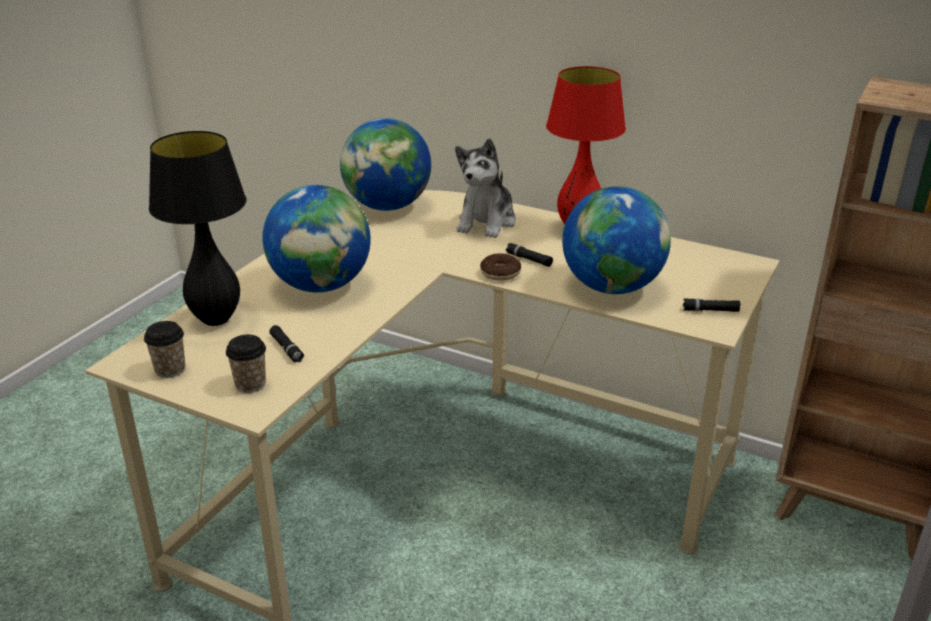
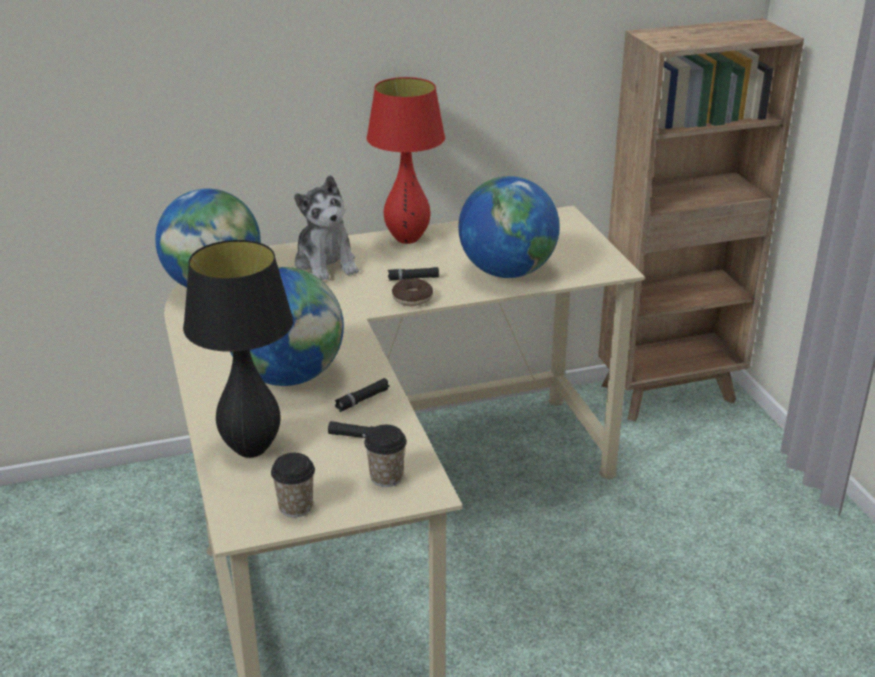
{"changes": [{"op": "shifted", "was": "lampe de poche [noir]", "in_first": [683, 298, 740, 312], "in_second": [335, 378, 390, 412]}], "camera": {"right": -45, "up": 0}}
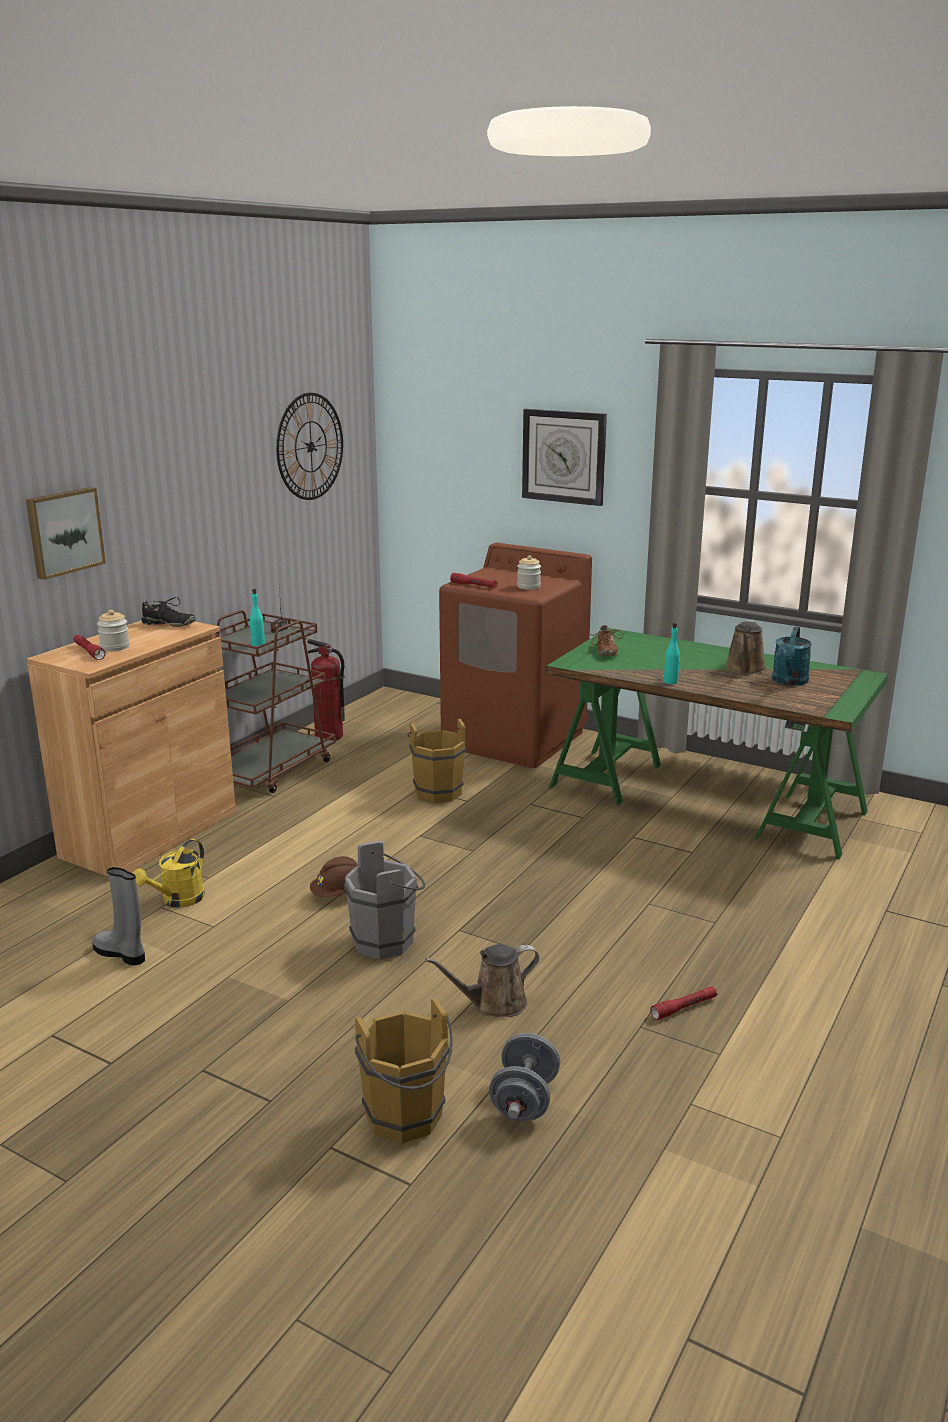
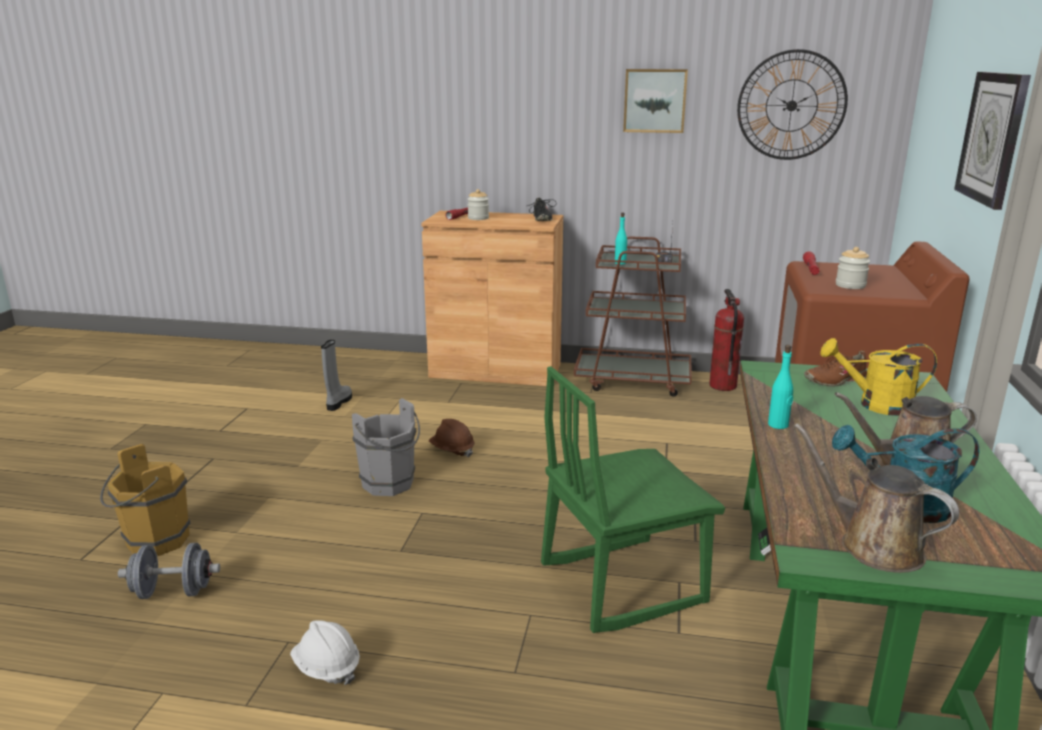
{"changes": [{"op": "shifted", "was": "tableau", "in_first": [26, 487, 106, 580], "in_second": [623, 69, 688, 133]}, {"op": "shifted", "was": "arrosoir [jaune]", "in_first": [133, 839, 205, 908], "in_second": [820, 338, 937, 416]}, {"op": "gone", "was": "seau [marron]", "in_first": [407, 719, 466, 803]}, {"op": "shifted", "was": "arrosoir [marron]", "in_first": [425, 944, 539, 1017], "in_second": [794, 423, 959, 573]}, {"op": "swapped", "was": "lampe de poche [rouge]", "now": "casque de chantier [blanc]", "in_first": [651, 986, 717, 1020], "in_second": [290, 620, 360, 685]}, {"op": "new", "now": "chaise [vert]", "in_second": [541, 366, 725, 633]}], "camera": {"right": 70, "up": 0}}
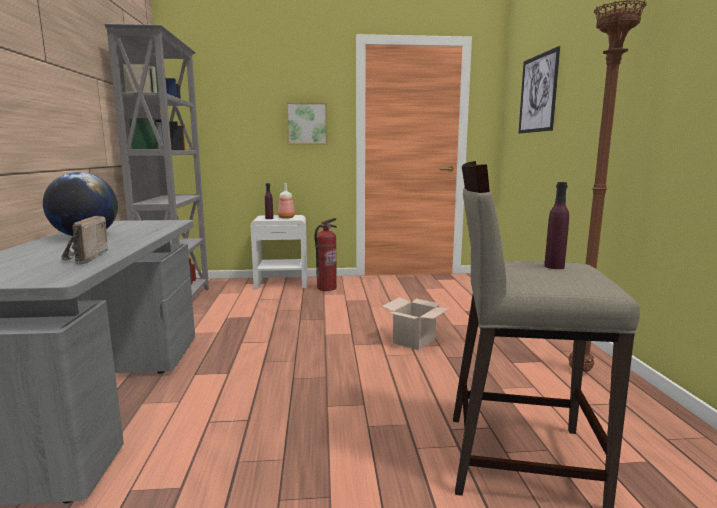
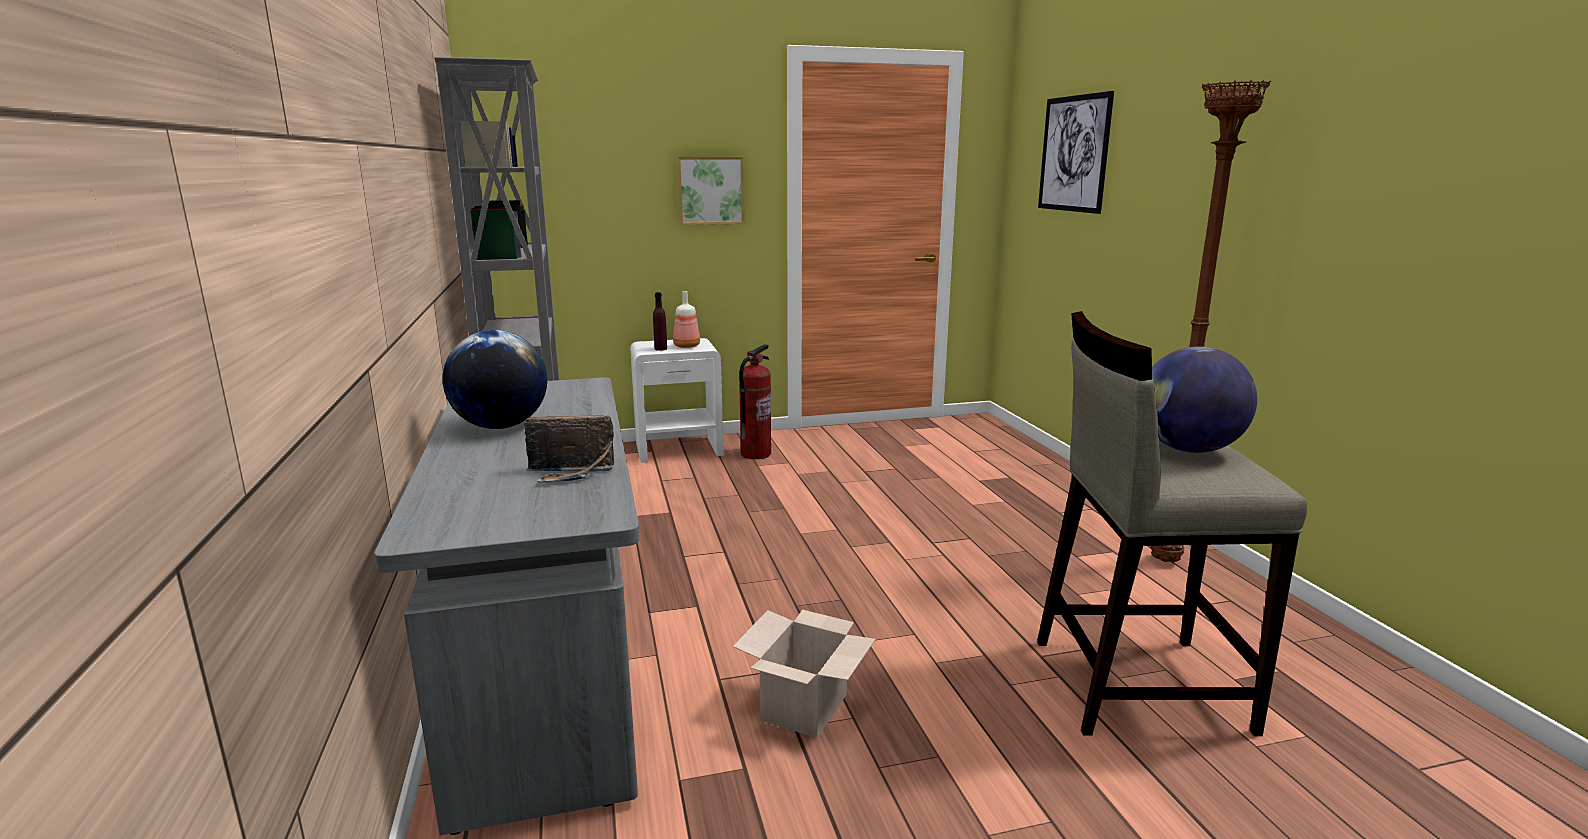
{"changes": [{"op": "rotated", "was": "radio", "in_first": [61, 216, 108, 264], "in_second": [524, 415, 614, 483], "clockwise": -75}, {"op": "shifted", "was": "carton", "in_first": [382, 297, 450, 350], "in_second": [733, 610, 876, 738]}, {"op": "swapped", "was": "bouteille [violet]", "now": "globe", "in_first": [544, 182, 569, 269], "in_second": [1152, 346, 1257, 453]}], "camera": {"right": -10, "up": 5}}
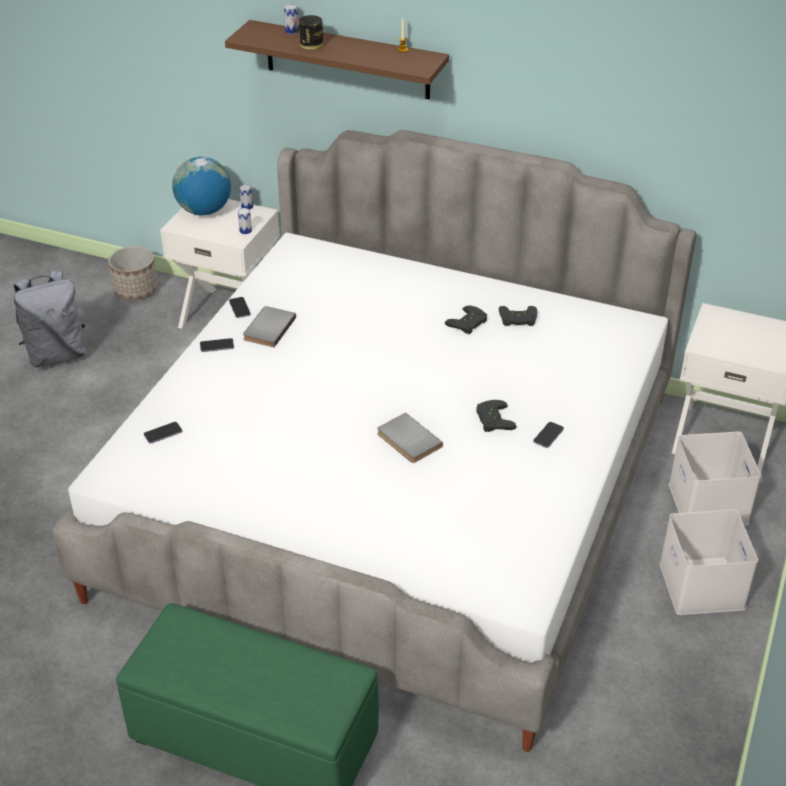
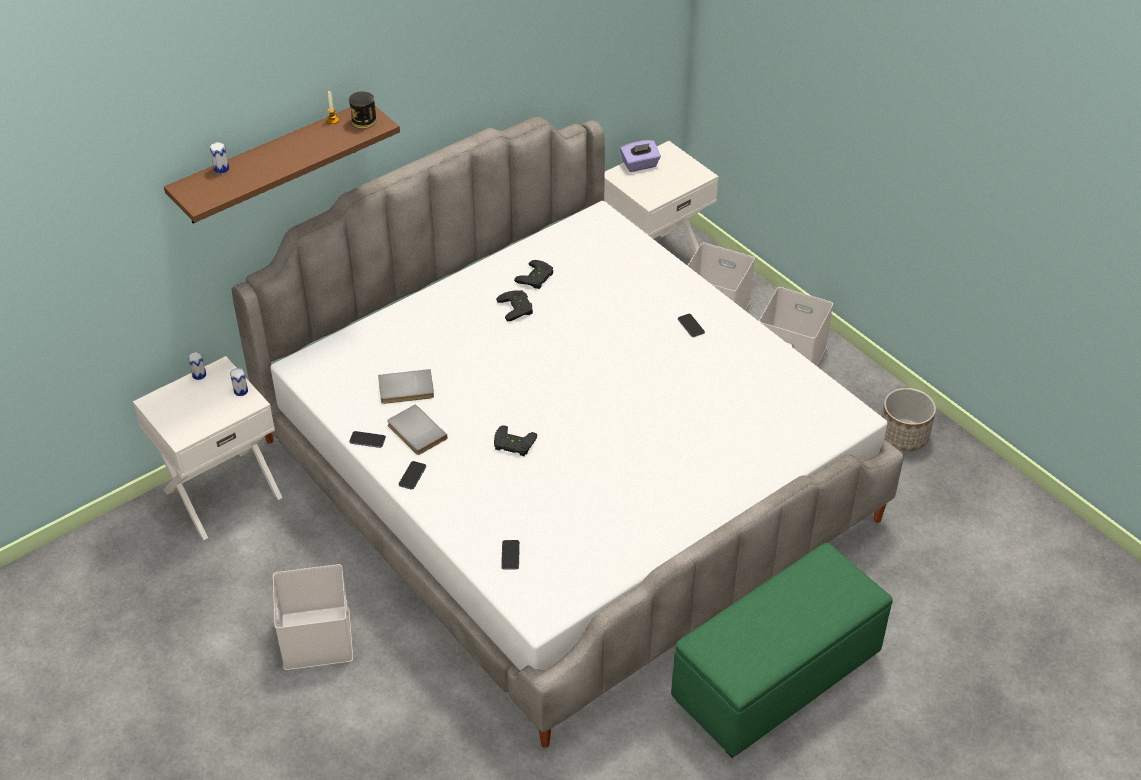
{"changes": [{"op": "gone", "was": "sac à dos [gris]", "in_first": [14, 271, 86, 368]}, {"op": "shifted", "was": "cache-pot", "in_first": [108, 246, 158, 300], "in_second": [881, 388, 936, 451]}, {"op": "gone", "was": "globe", "in_first": [172, 157, 231, 216]}, {"op": "shifted", "was": "boîte métallique", "in_first": [298, 15, 323, 50], "in_second": [349, 91, 376, 129]}, {"op": "shifted", "was": "livre [gris]", "in_first": [377, 413, 443, 463], "in_second": [378, 369, 434, 404]}, {"op": "shifted", "was": "manette [noir]", "in_first": [476, 400, 517, 432], "in_second": [494, 425, 537, 456]}, {"op": "new", "now": "boîte de rangement [blanc]", "in_second": [273, 564, 353, 670]}, {"op": "new", "now": "boîte à mouchoirs [violet]", "in_second": [620, 140, 661, 172]}], "camera": {"right": -60, "up": 5}}
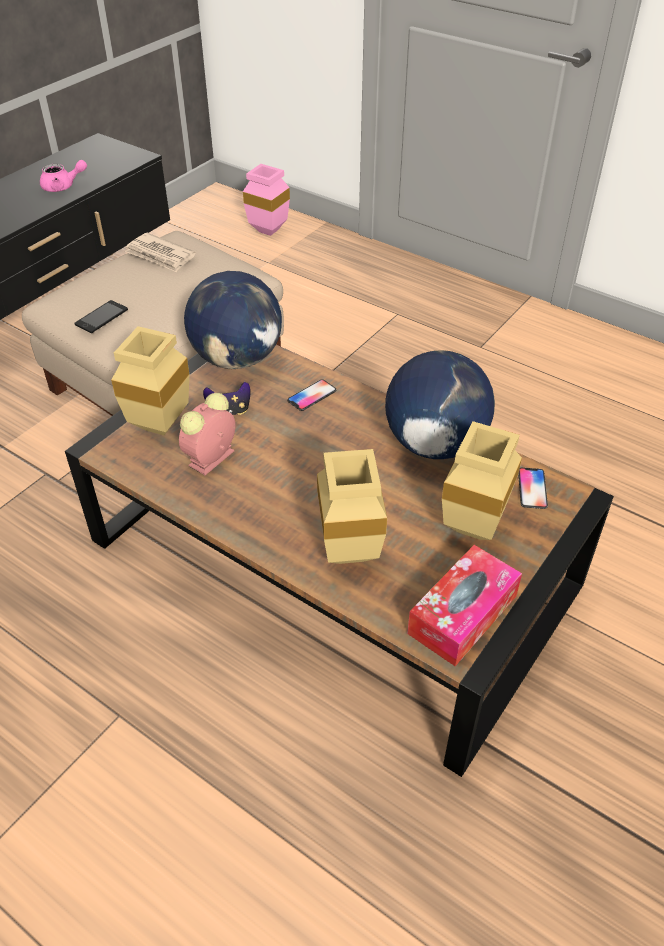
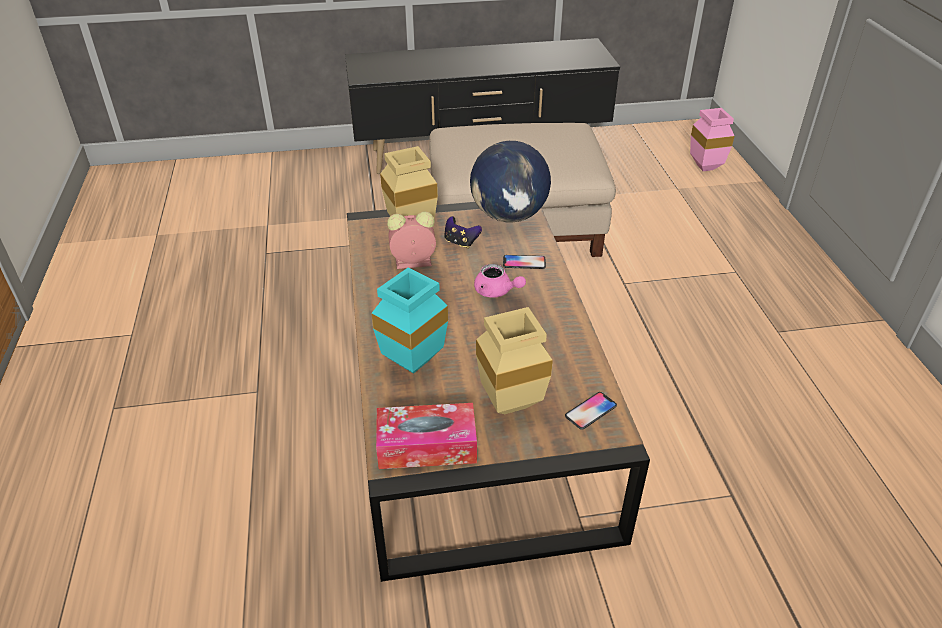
{"changes": [{"op": "shifted", "was": "théière [rose]", "in_first": [40, 160, 87, 192], "in_second": [474, 264, 526, 298]}, {"op": "gone", "was": "téléphone", "in_first": [74, 300, 128, 333]}, {"op": "gone", "was": "journal", "in_first": [125, 233, 196, 272]}, {"op": "repainted", "was": "vase [beige]", "now": "vase [turquoise]", "in_first": [317, 449, 387, 564], "in_second": [372, 267, 448, 374]}, {"op": "gone", "was": "globe", "in_first": [385, 350, 495, 459]}], "camera": {"right": 45, "up": -5}}
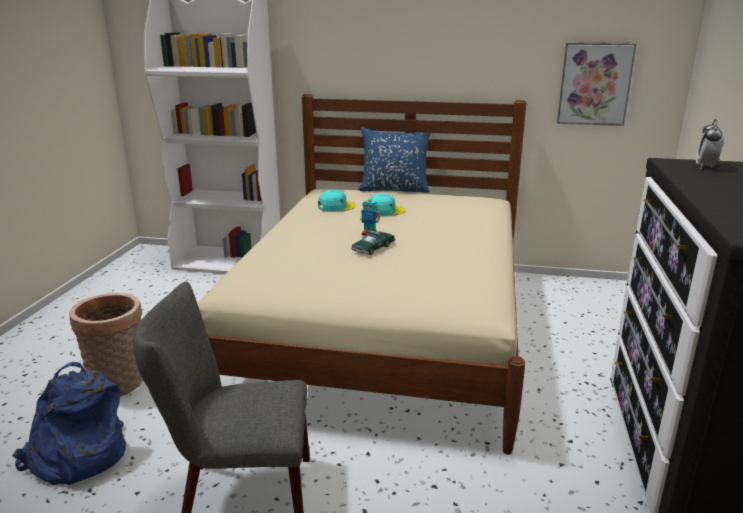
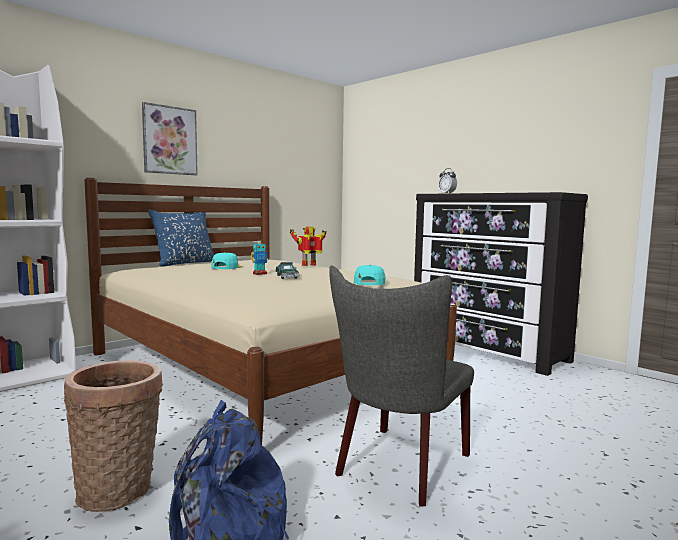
{"changes": [{"op": "shifted", "was": "casquette [turquoise]", "in_first": [318, 190, 356, 212], "in_second": [354, 265, 386, 285]}, {"op": "shifted", "was": "tableau", "in_first": [557, 42, 637, 126], "in_second": [142, 102, 198, 175]}, {"op": "new", "now": "robot jouet", "in_second": [290, 226, 327, 266]}], "camera": {"right": -55, "up": -15}}
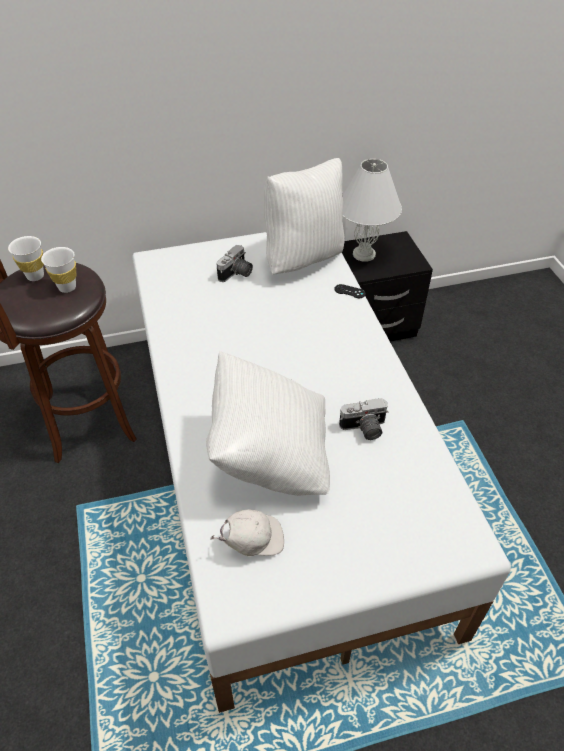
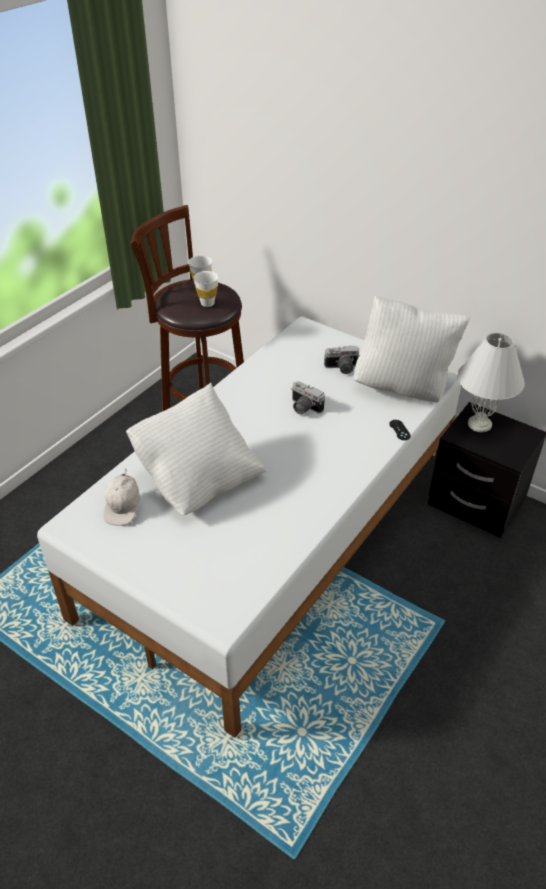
{"changes": [{"op": "rotated", "was": "casquette [blanc]", "in_first": [210, 509, 284, 557], "in_second": [103, 468, 140, 526], "clockwise": 60}, {"op": "shifted", "was": "appareil photo", "in_first": [339, 398, 389, 440], "in_second": [291, 381, 325, 415]}], "camera": {"right": 50, "up": -5}}
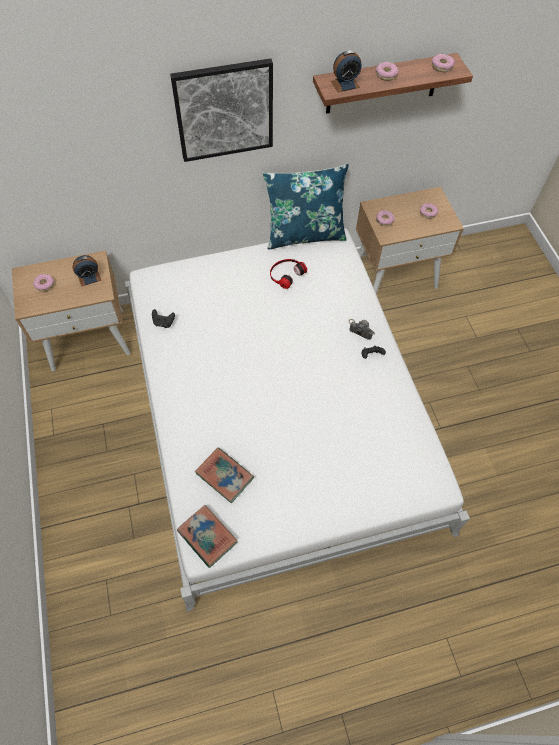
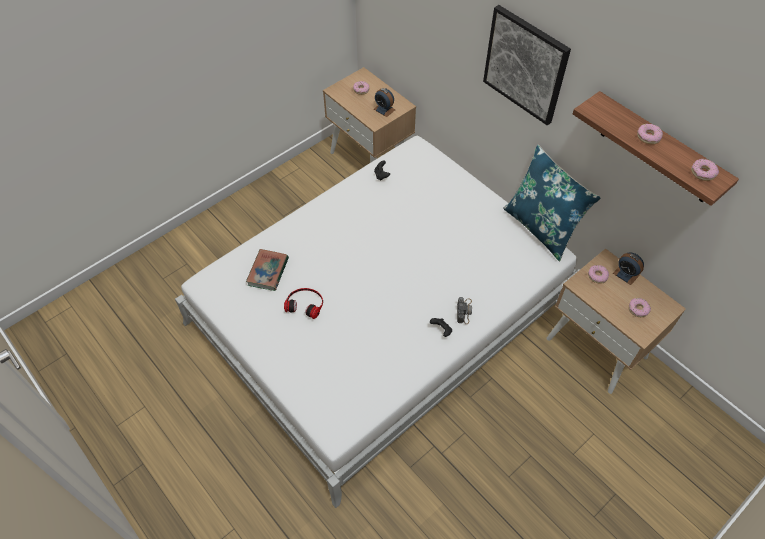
{"changes": [{"op": "gone", "was": "livre", "in_first": [177, 505, 237, 568]}, {"op": "shifted", "was": "casque audio", "in_first": [270, 259, 307, 289], "in_second": [284, 288, 323, 319]}, {"op": "shifted", "was": "réveil", "in_first": [331, 50, 361, 93], "in_second": [613, 253, 644, 285]}], "camera": {"right": 65, "up": -5}}
